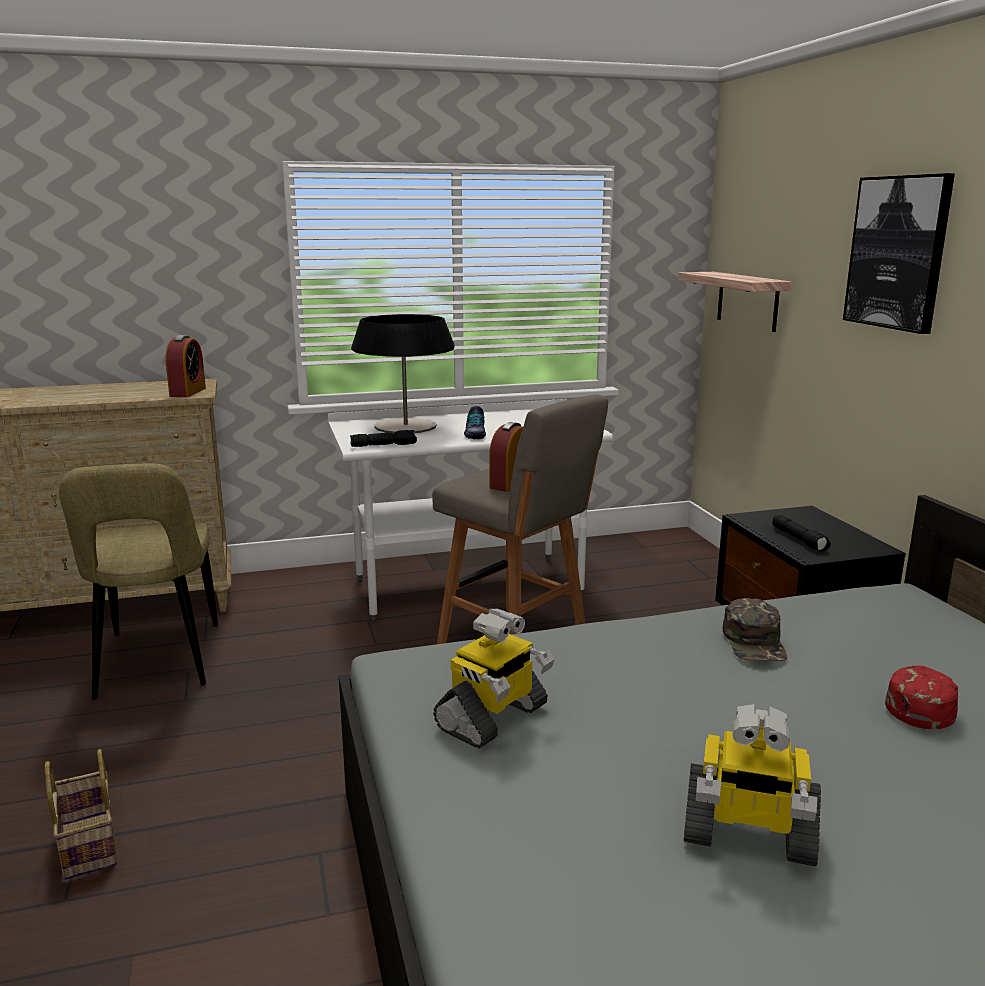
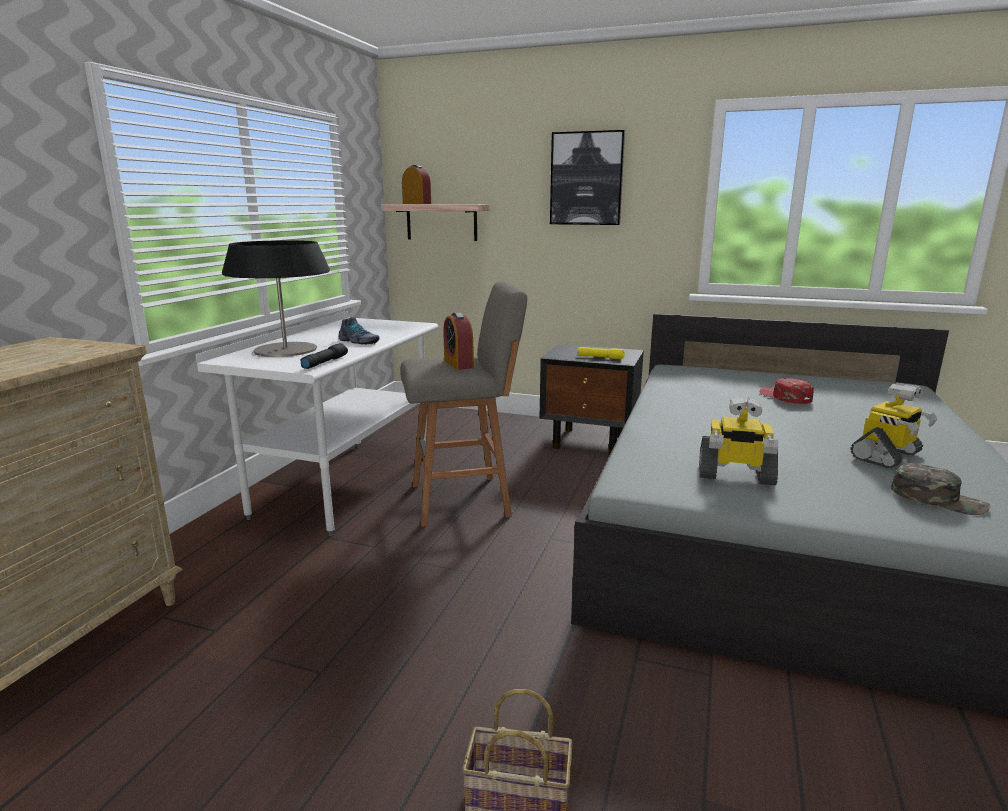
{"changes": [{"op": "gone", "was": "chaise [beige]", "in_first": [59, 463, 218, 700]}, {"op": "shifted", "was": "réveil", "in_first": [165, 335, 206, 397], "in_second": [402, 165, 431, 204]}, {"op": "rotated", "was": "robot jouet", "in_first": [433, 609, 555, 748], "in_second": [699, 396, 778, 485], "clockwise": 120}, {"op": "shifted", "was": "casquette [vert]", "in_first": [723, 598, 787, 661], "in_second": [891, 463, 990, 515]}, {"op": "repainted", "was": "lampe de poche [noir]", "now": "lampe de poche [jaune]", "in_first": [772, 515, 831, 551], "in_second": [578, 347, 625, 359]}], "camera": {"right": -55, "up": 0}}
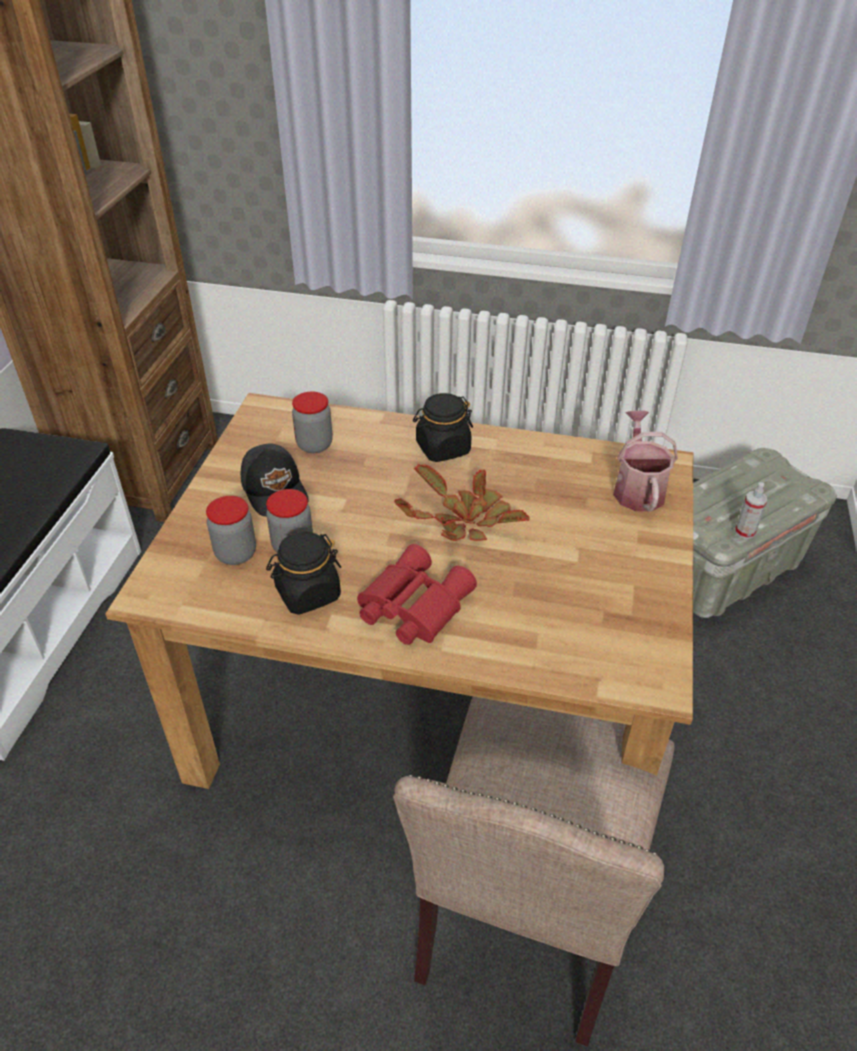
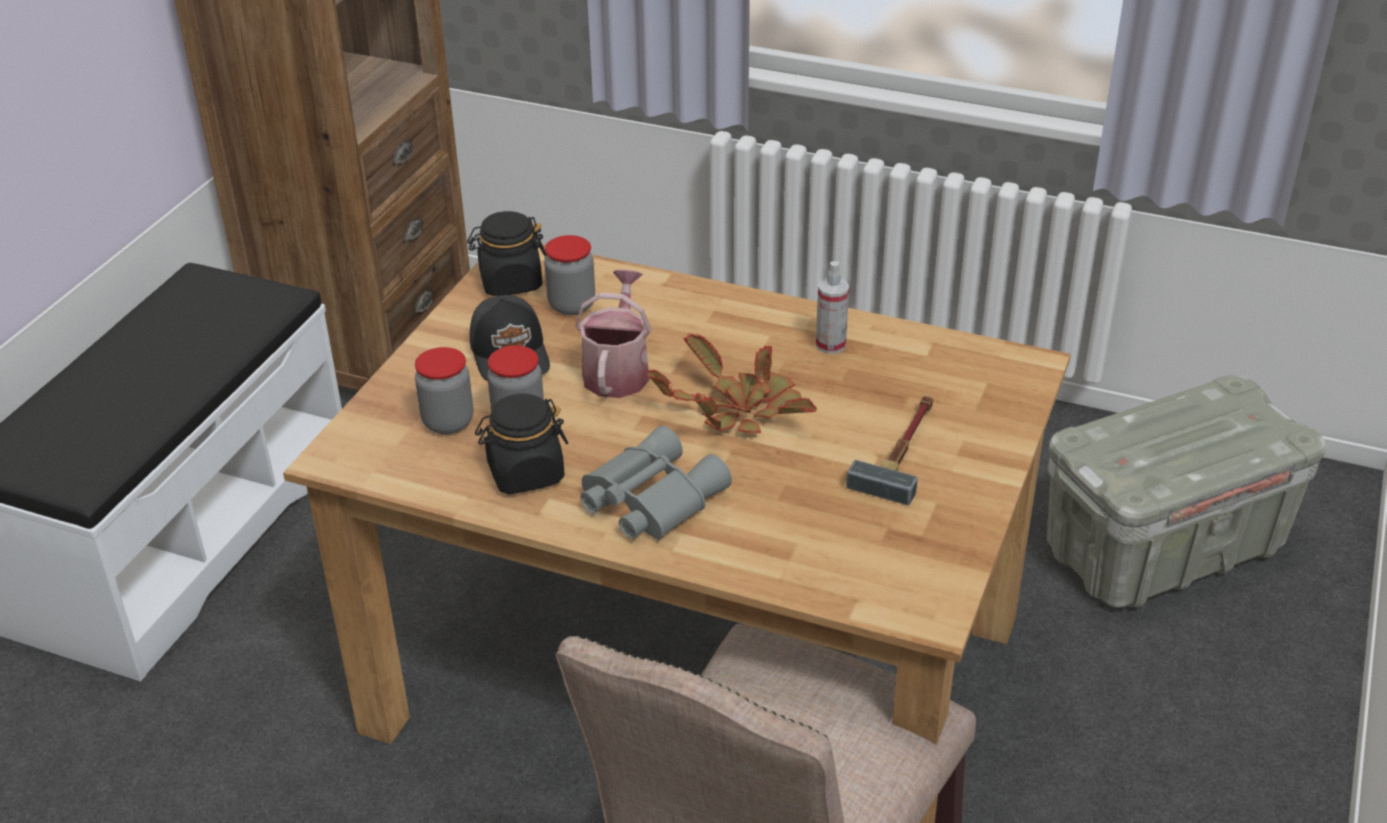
{"changes": [{"op": "repainted", "was": "jumelles [rouge]", "now": "jumelles [gris]", "in_first": [357, 544, 477, 645], "in_second": [580, 426, 732, 540]}, {"op": "shifted", "was": "bocal [noir]", "in_first": [413, 393, 473, 462], "in_second": [467, 211, 546, 296]}, {"op": "shifted", "was": "arrosoir", "in_first": [613, 410, 678, 511], "in_second": [575, 270, 651, 398]}, {"op": "shifted", "was": "vaporisateur", "in_first": [735, 482, 767, 539], "in_second": [816, 261, 849, 354]}, {"op": "new", "now": "marteau", "in_second": [846, 396, 933, 505]}], "camera": {"right": 10, "up": -5}}
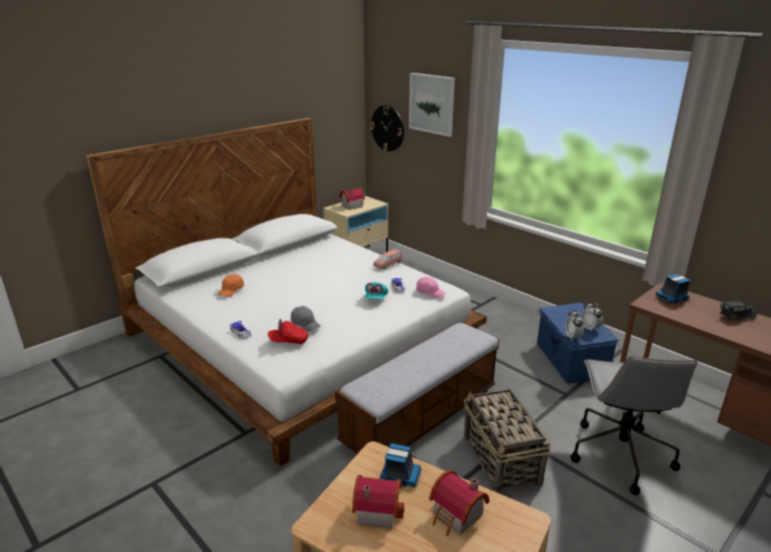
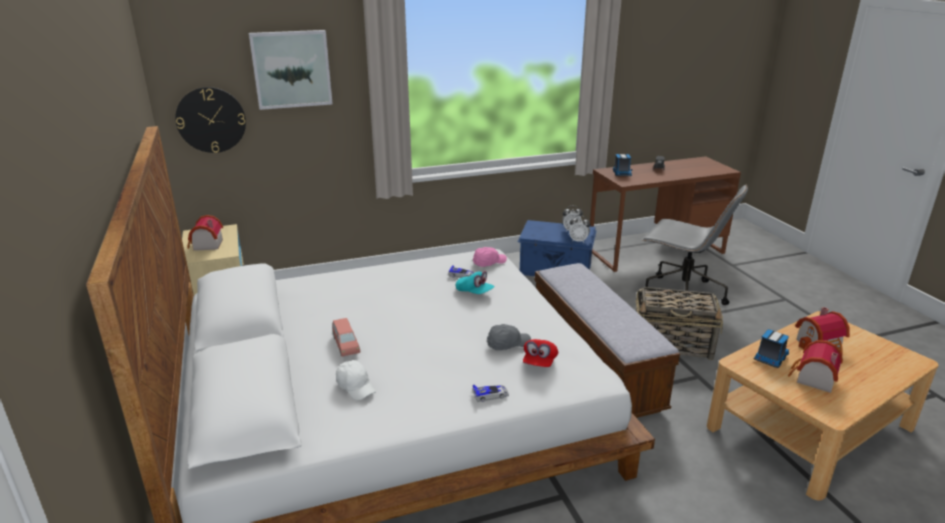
{"changes": [{"op": "repainted", "was": "casquette [orange]", "now": "casquette [blanc]", "in_first": [217, 274, 244, 297], "in_second": [336, 360, 376, 400]}, {"op": "shifted", "was": "petite voiture [rose]", "in_first": [373, 249, 402, 270], "in_second": [332, 318, 360, 357]}], "camera": {"right": -65, "up": 0}}
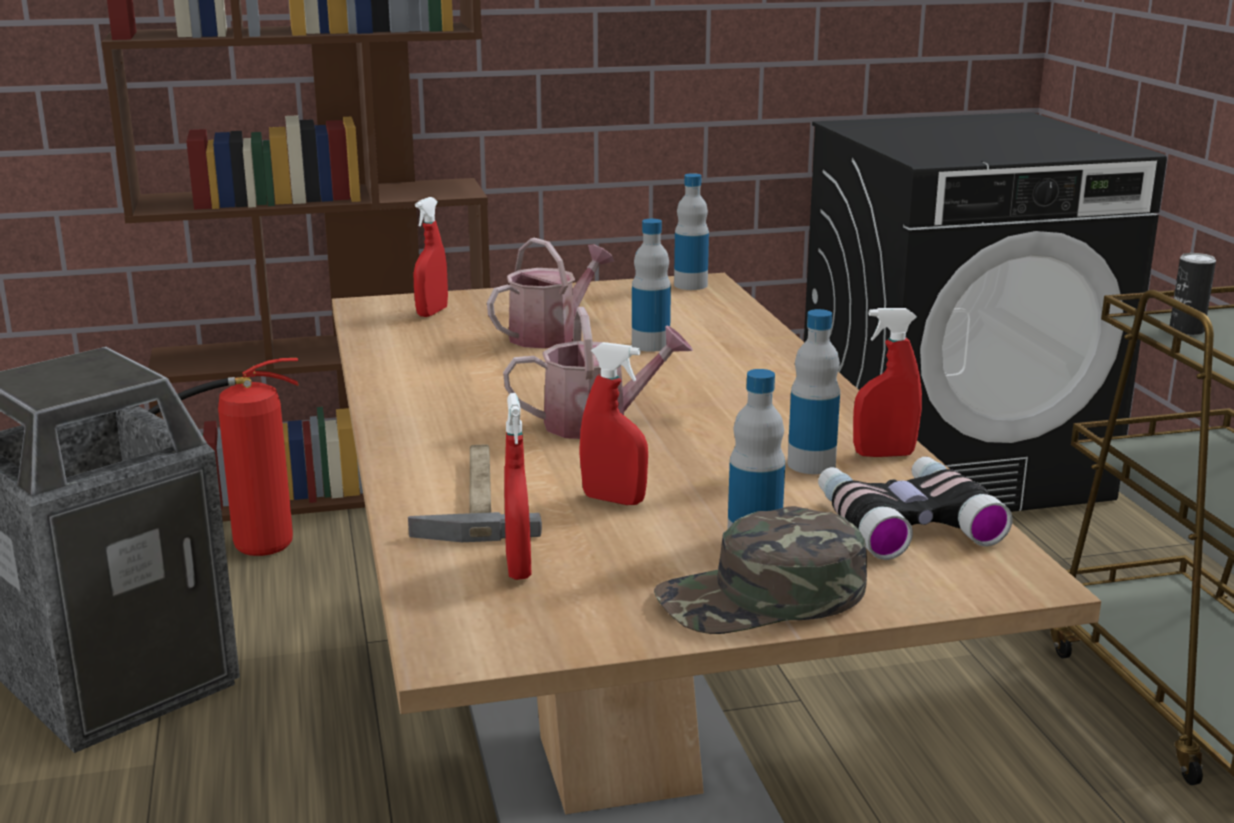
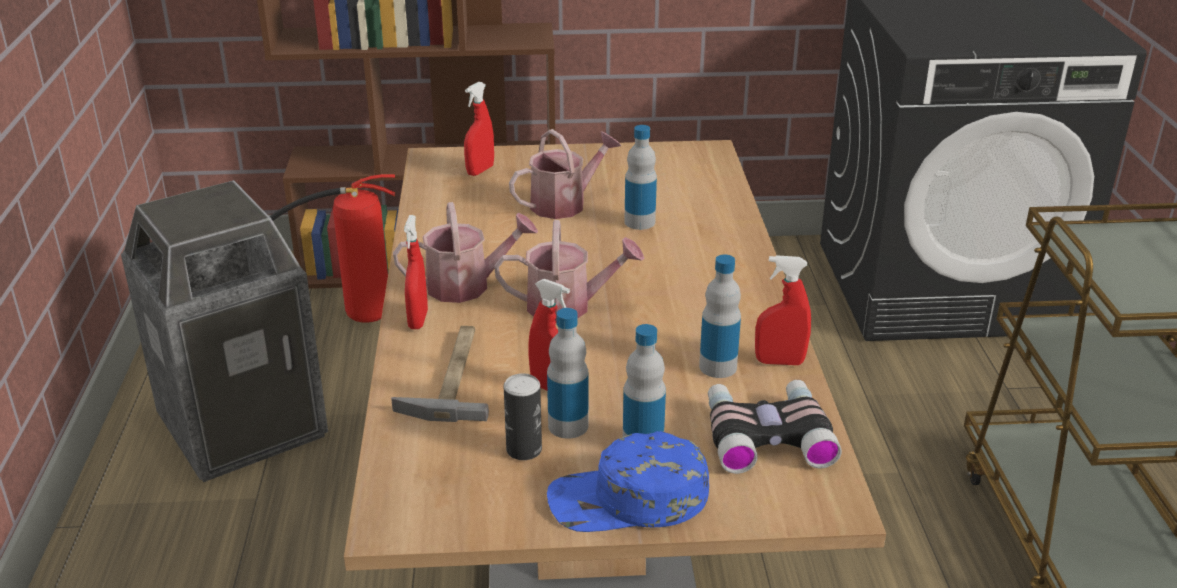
{"changes": [{"op": "shifted", "was": "vaporisateur [rouge]", "in_first": [504, 393, 531, 580], "in_second": [404, 215, 428, 329]}, {"op": "repainted", "was": "casquette [vert]", "now": "casquette [bleu]", "in_first": [654, 506, 867, 634], "in_second": [547, 431, 709, 532]}, {"op": "shifted", "was": "bouteille", "in_first": [674, 173, 709, 290], "in_second": [547, 308, 588, 439]}, {"op": "shifted", "was": "boîte métallique", "in_first": [1170, 253, 1216, 335], "in_second": [504, 373, 542, 460]}, {"op": "new", "now": "arrosoir", "in_second": [393, 202, 538, 303]}], "camera": {"right": 10, "up": 10}}
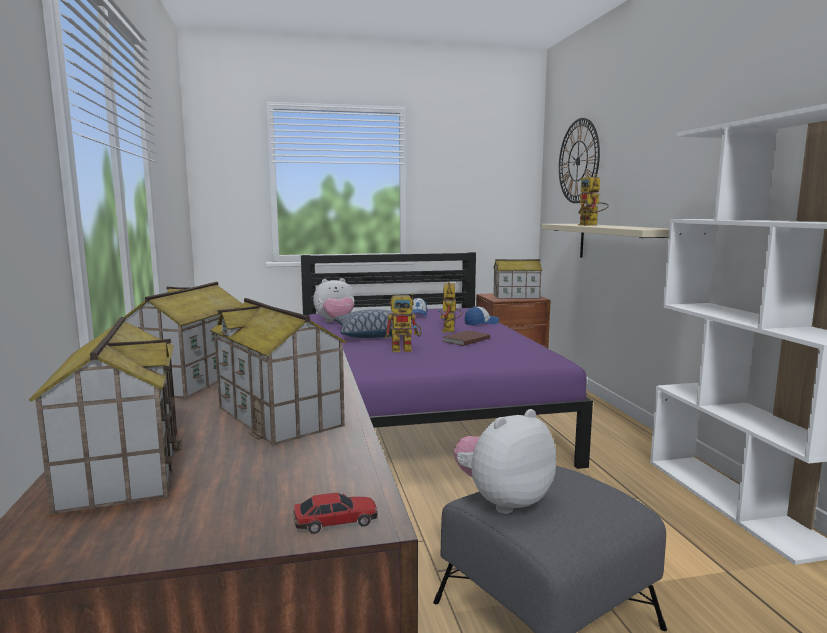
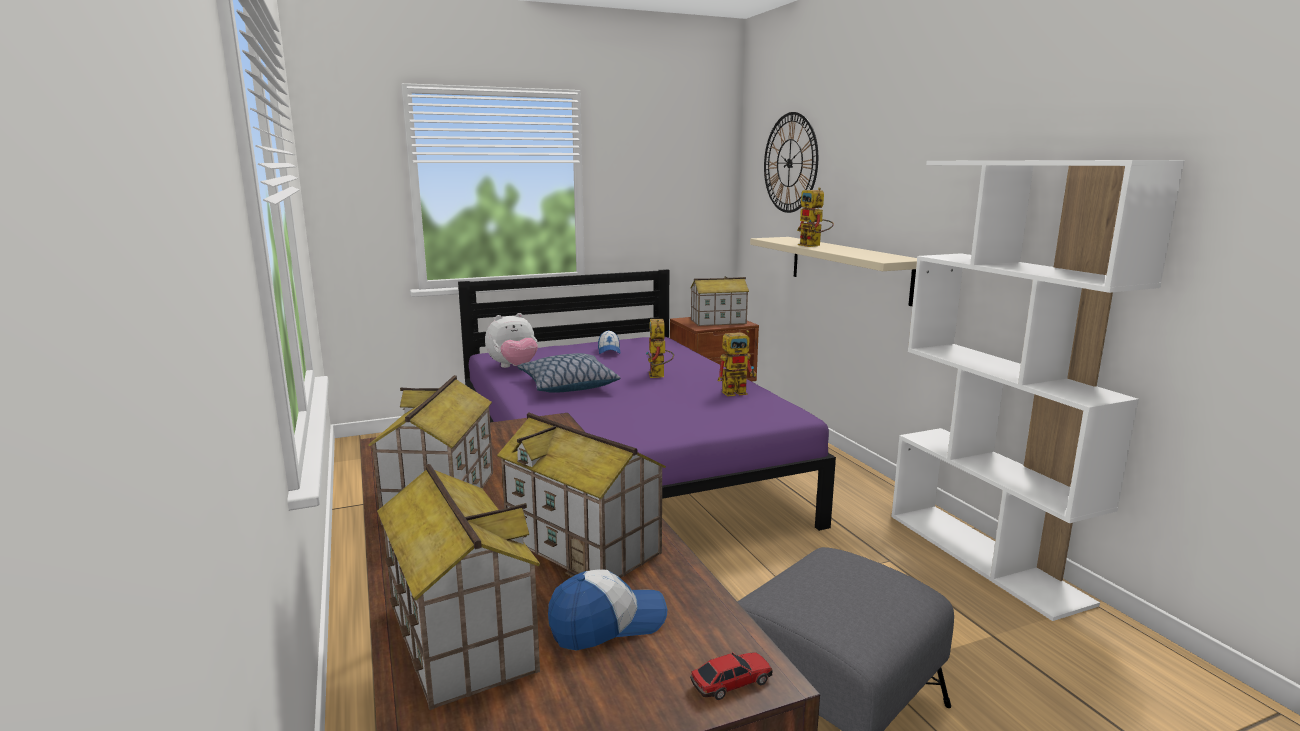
{"changes": [{"op": "shifted", "was": "robot jouet", "in_first": [385, 293, 422, 352], "in_second": [718, 330, 756, 396]}, {"op": "gone", "was": "livre [marron]", "in_first": [442, 330, 490, 346]}, {"op": "gone", "was": "peluche", "in_first": [453, 409, 556, 514]}, {"op": "shifted", "was": "casquette", "in_first": [465, 306, 499, 325], "in_second": [548, 569, 667, 650]}], "camera": {"right": -10, "up": 5}}
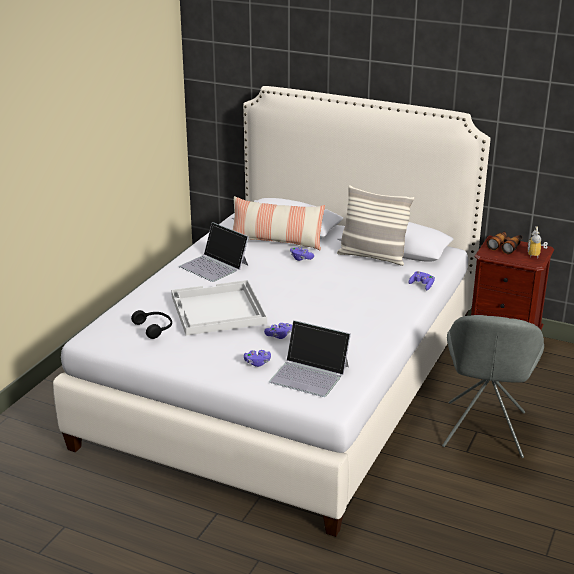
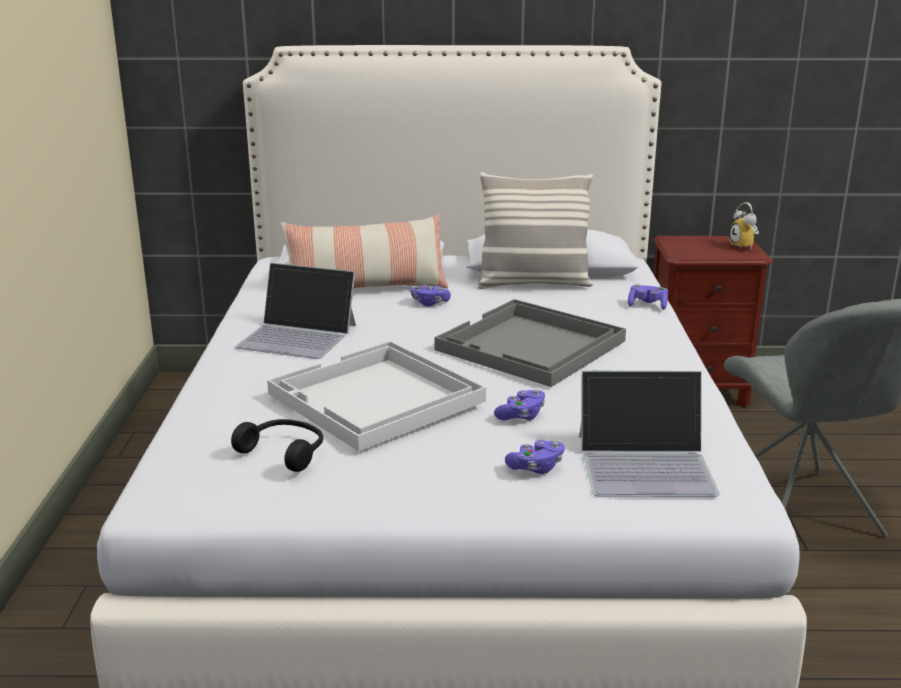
{"changes": [{"op": "gone", "was": "jumelles", "in_first": [487, 231, 522, 254]}, {"op": "new", "now": "plateau [gris]", "in_second": [434, 299, 626, 387]}], "camera": {"right": -25, "up": -5}}
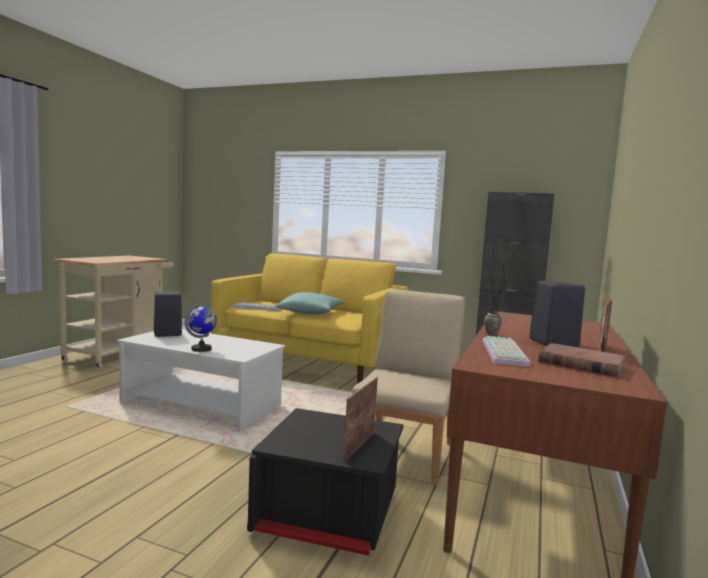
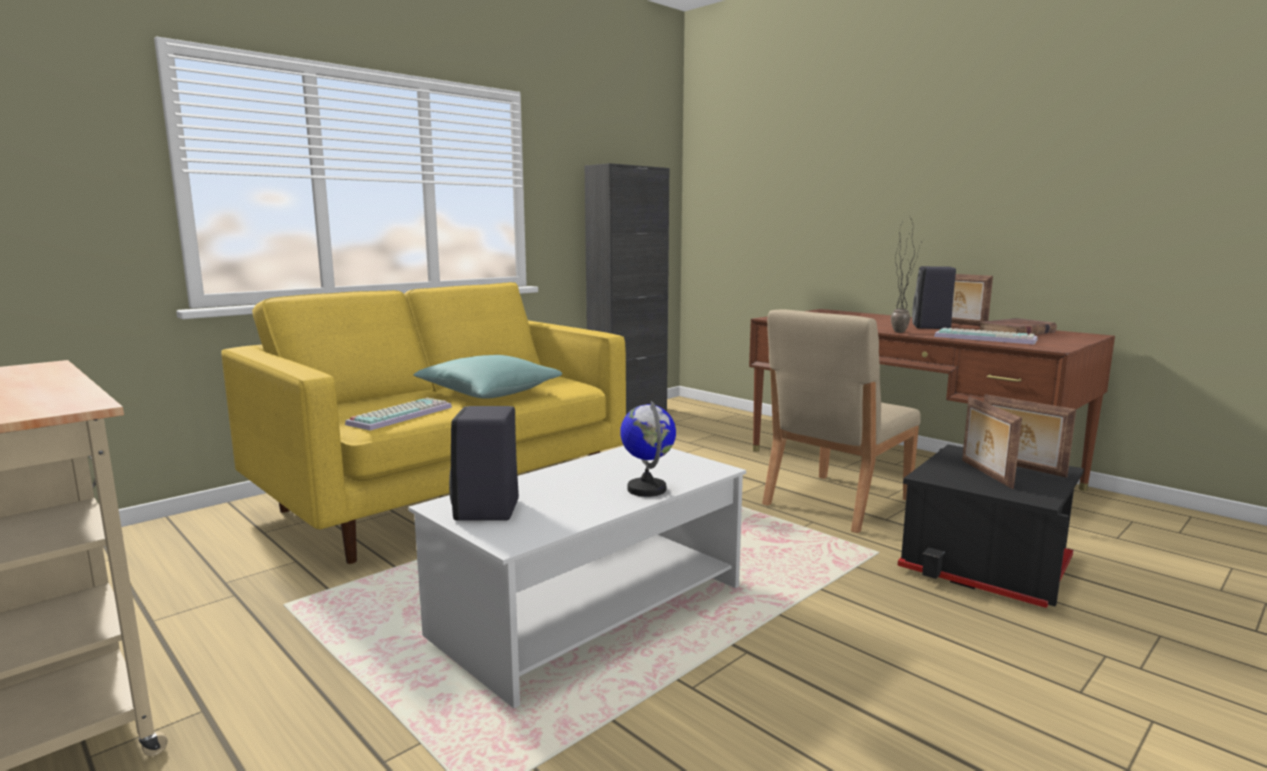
{"changes": [{"op": "rotated", "was": "chaise [beige]", "in_first": [352, 290, 465, 485], "in_second": [762, 309, 921, 533], "clockwise": -90}, {"op": "new", "now": "cadre photo", "in_second": [962, 397, 1022, 489]}], "camera": {"right": -65, "up": 5}}
